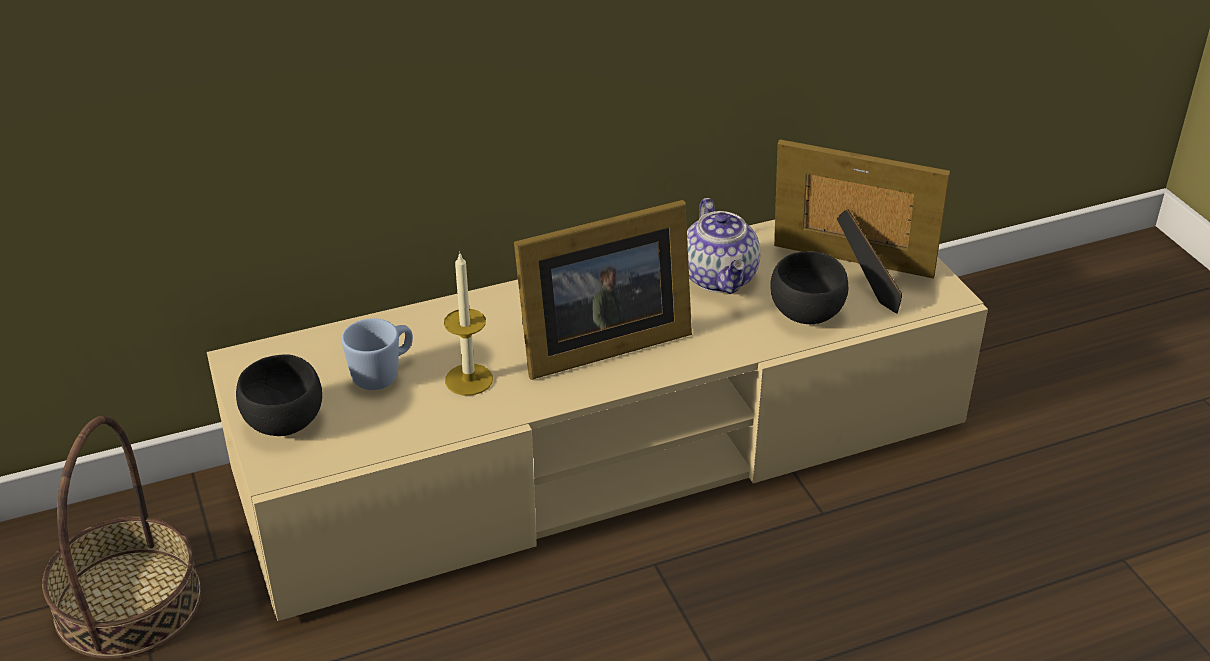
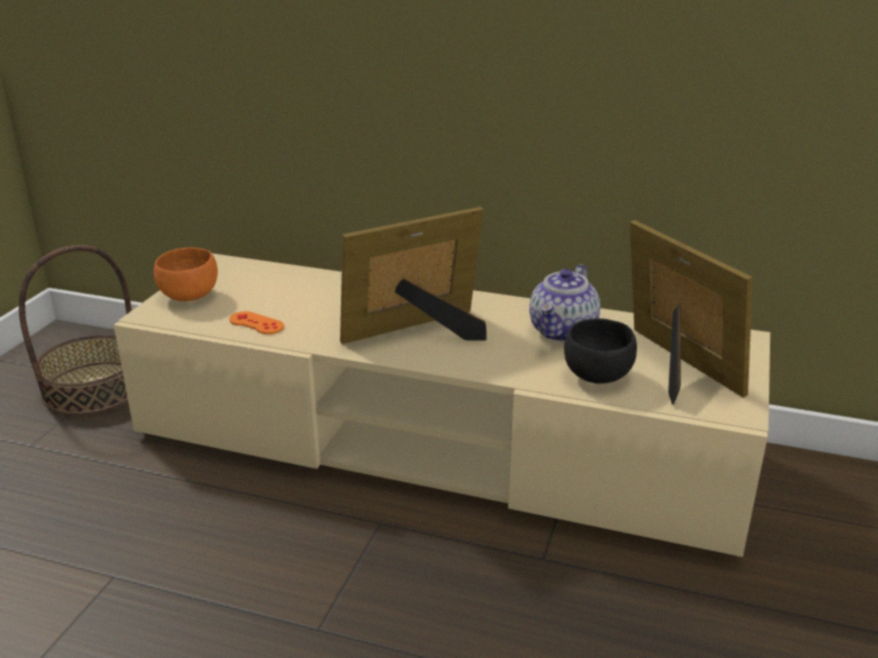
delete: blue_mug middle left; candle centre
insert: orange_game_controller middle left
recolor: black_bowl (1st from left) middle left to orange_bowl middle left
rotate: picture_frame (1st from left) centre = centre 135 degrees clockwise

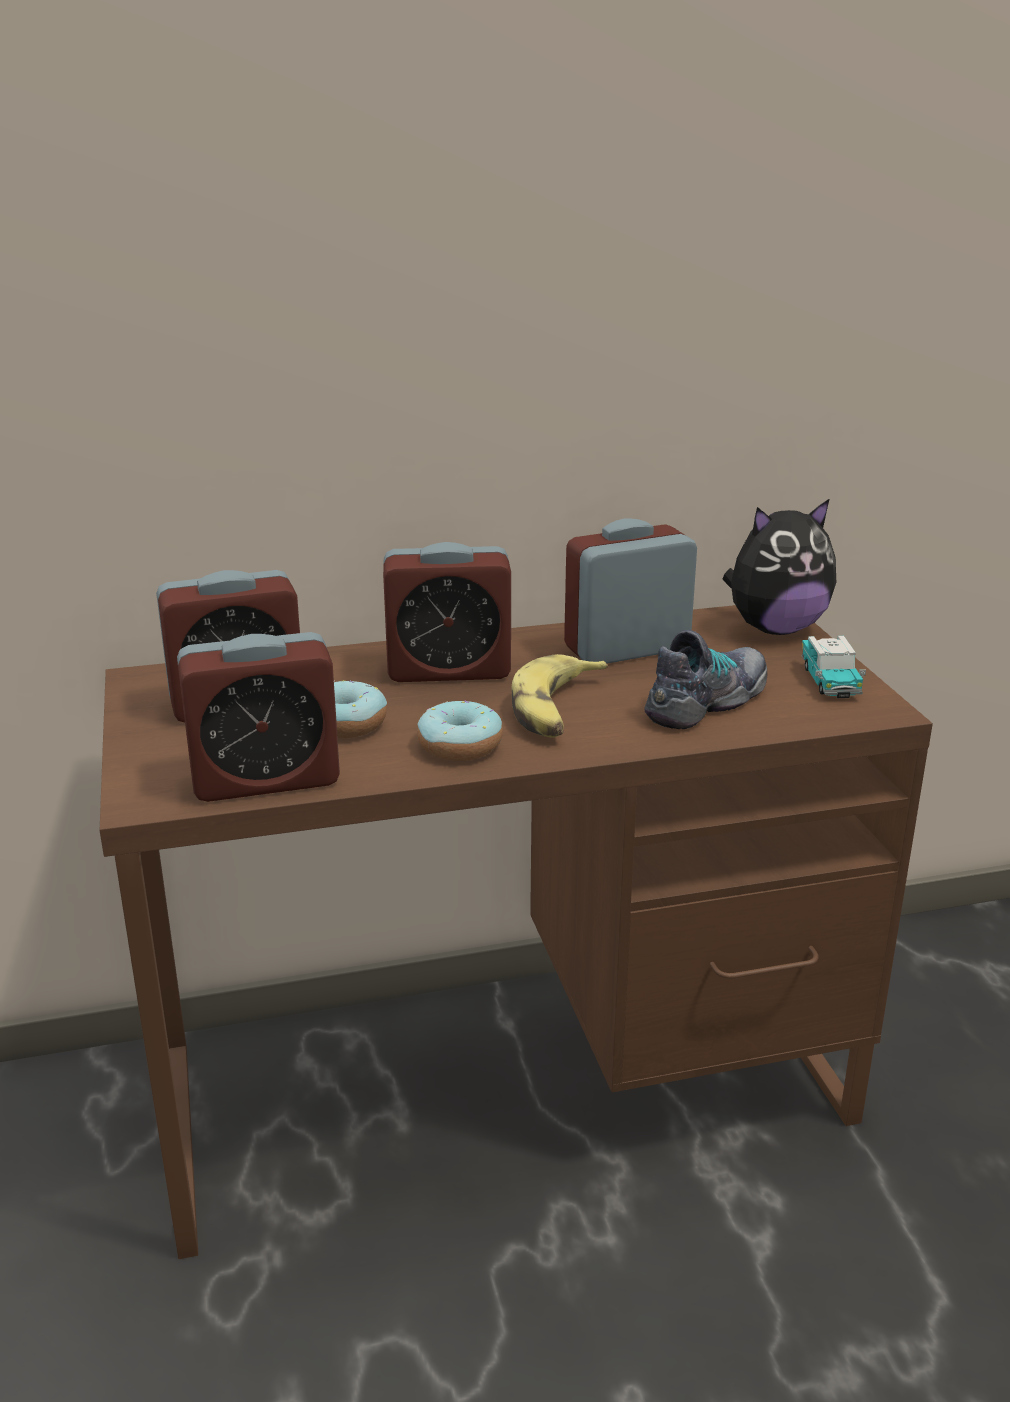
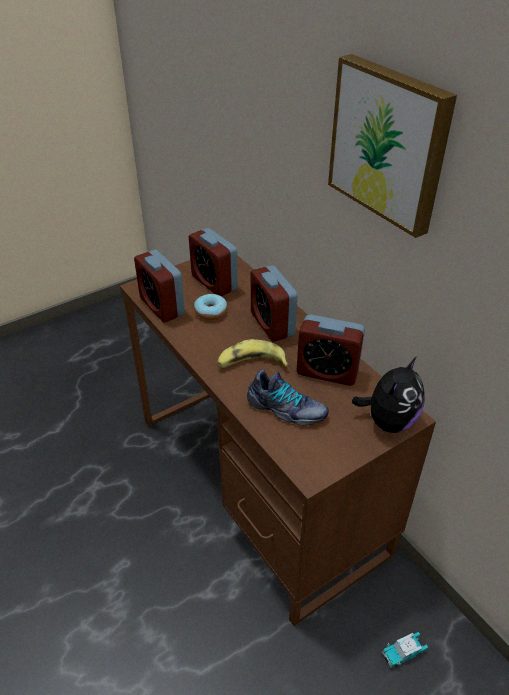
delete: donut (2nd from left) centre
insert: picture top right
move: toy_car middle right to bottom right
rotate: alarm_clock (4th from left) centre = centre 150 degrees clockwise; plush_toy middle right = middle right 105 degrees counterclockwise

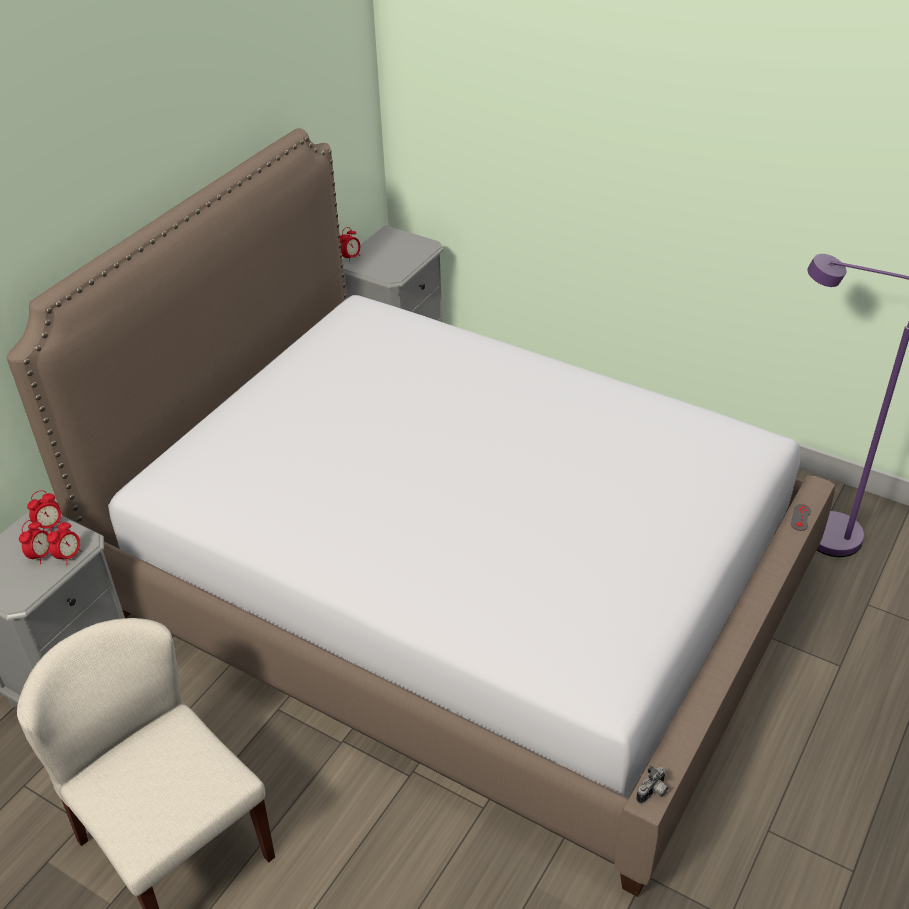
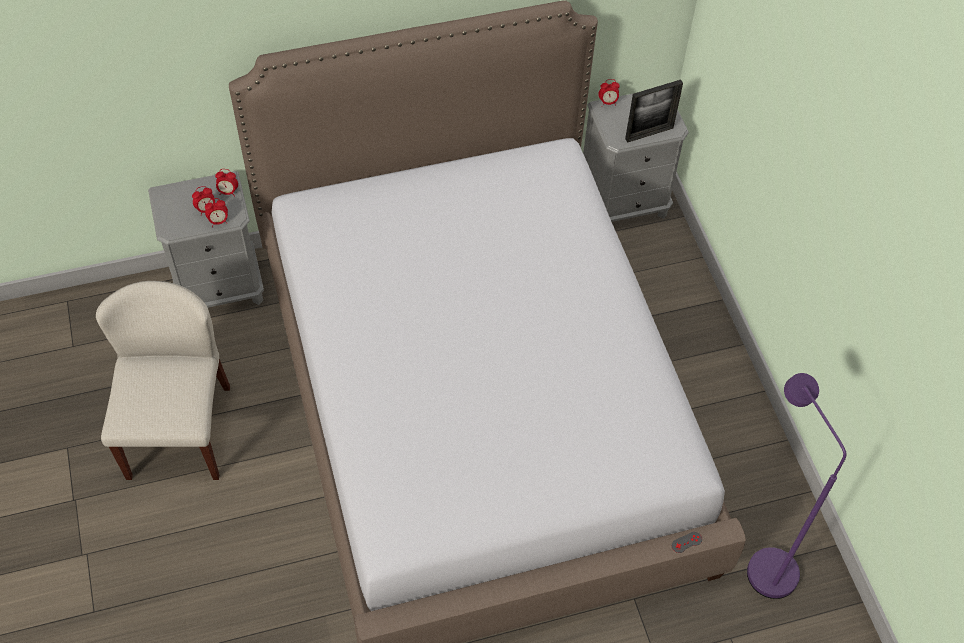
delete: photo_camera bottom right
insert: picture_frame top right

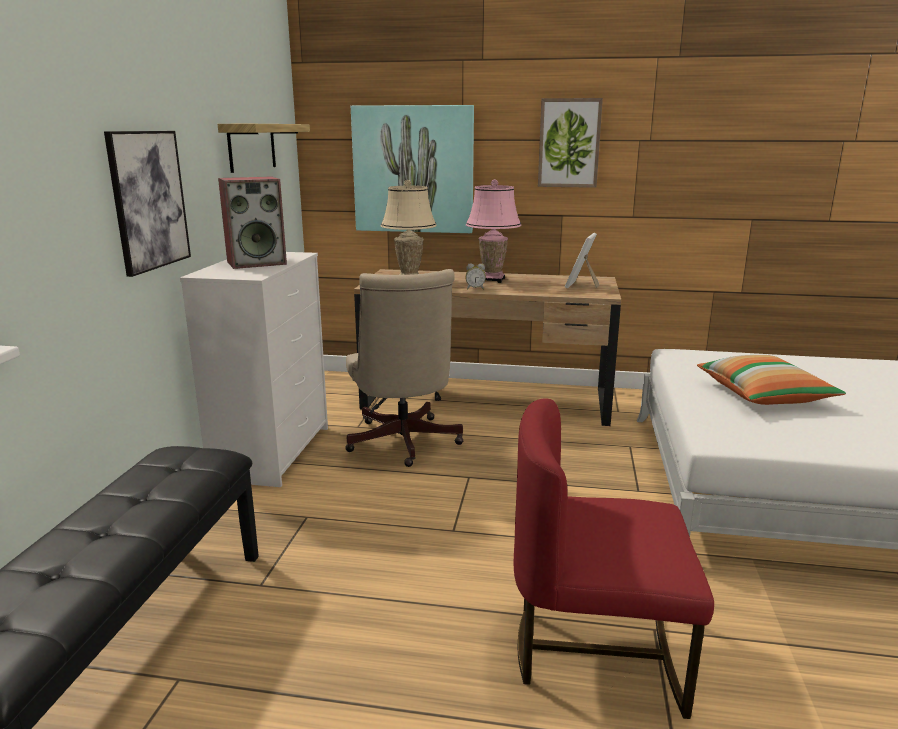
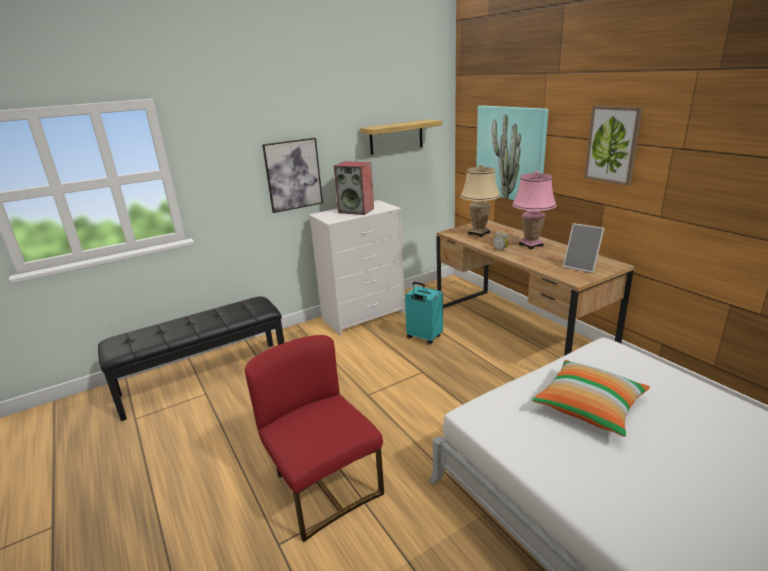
replace: beige_office_chair centre to turquoise_suitcase centre
rotate: picture_frame centre = middle right 120 degrees counterclockwise

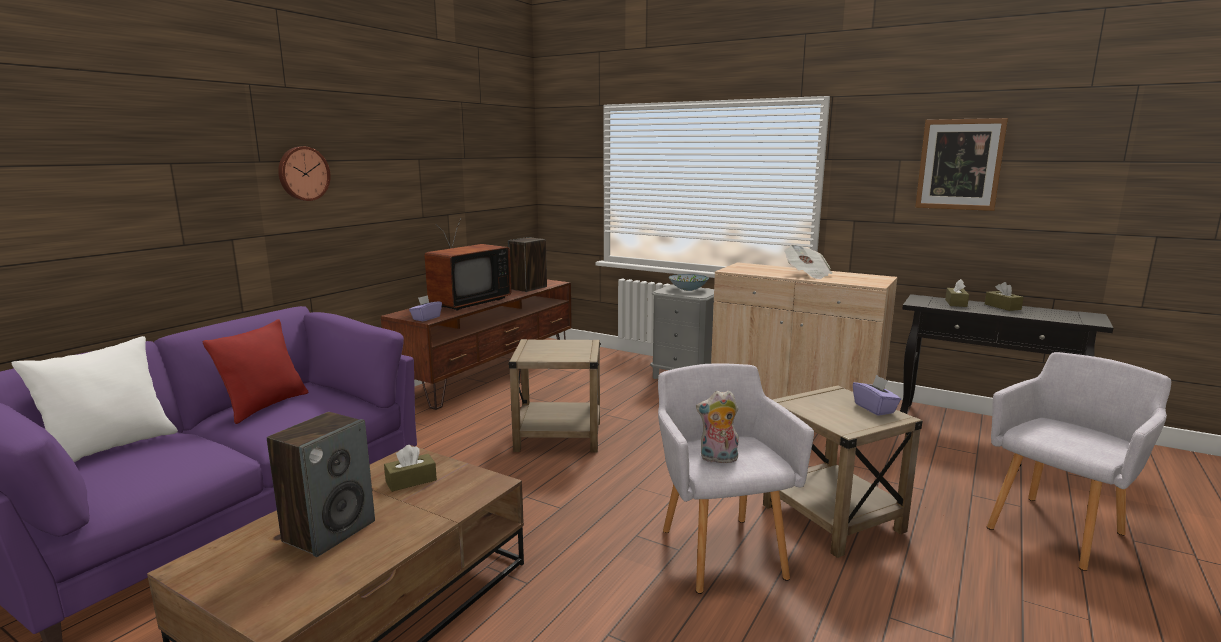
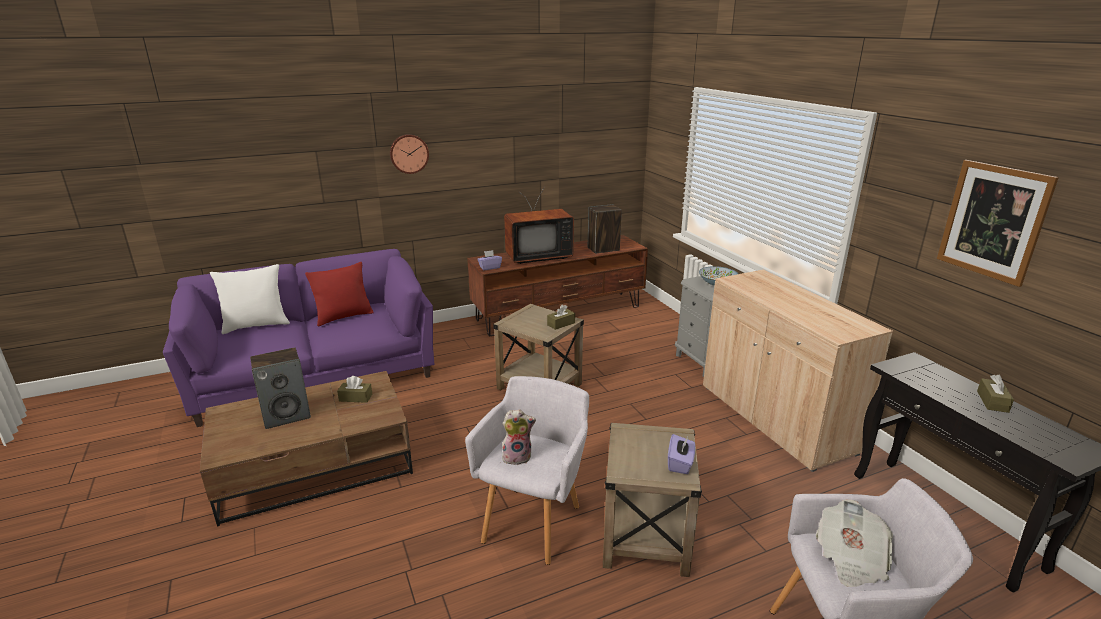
move: newspaper centre to bottom right; brown_tissue_box (2nd from left) middle right to centre
rotate: plush_toy centre = bottom centre 135 degrees clockwise

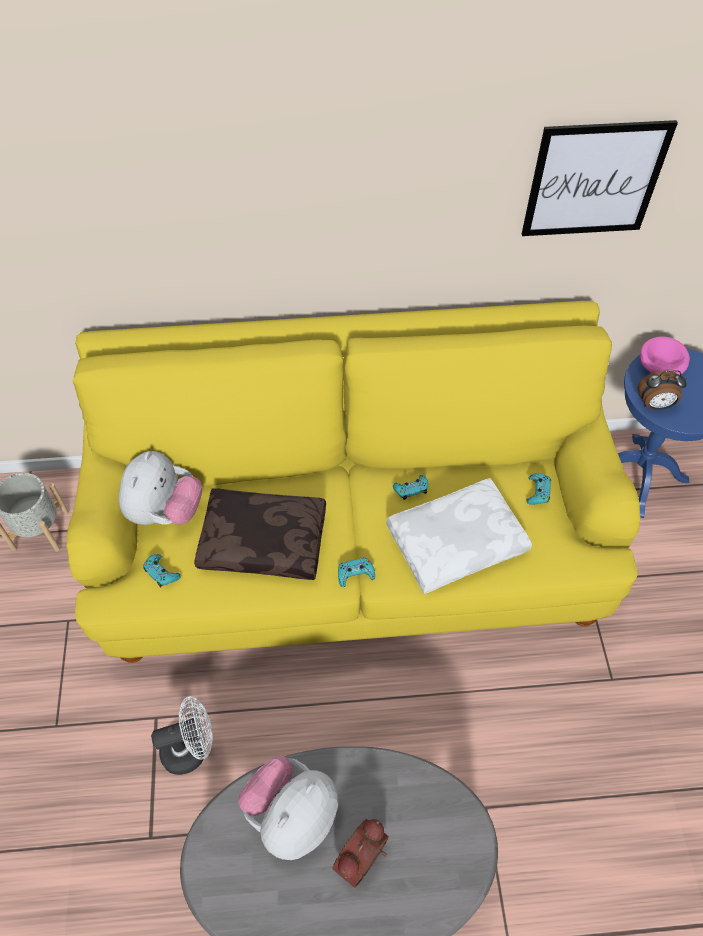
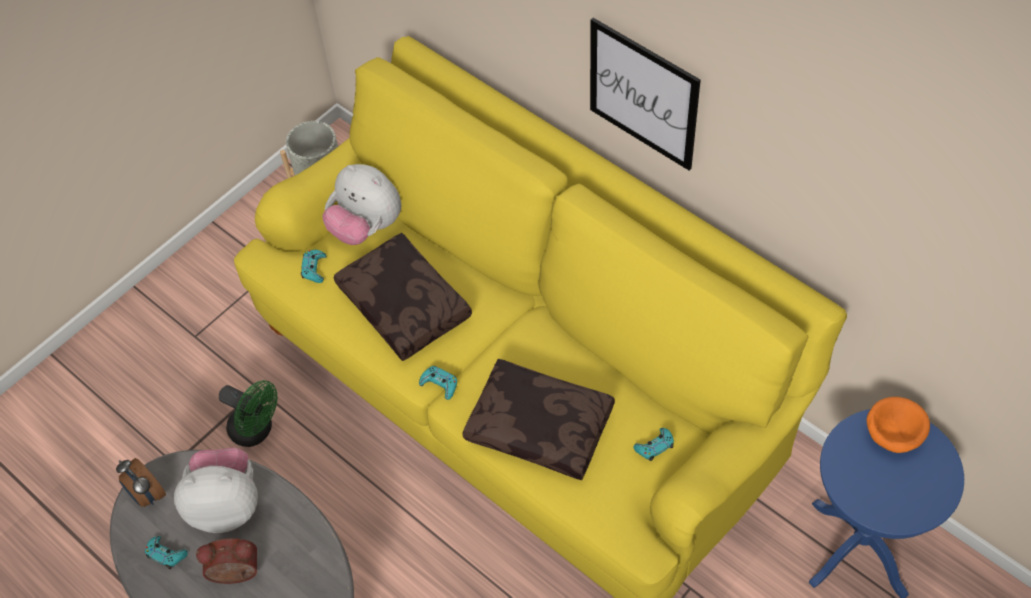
move: turquoise_game_controller (3rd from left in the first image) centre to turquoise_game_controller (1st from left) bottom left; picture top right to top centre; alarm_clock (2nd from left in the first image) middle right to alarm_clock (1st from left) bottom left
recolor: white_fan bottom left to green_fan bottom left; white_pillow centre to brown_pillow (2nd from left) bottom centre; pink_bowl middle right to orange_bowl bottom right
rotate: plush_toy (1st from left in the first image) middle left = centre 60 degrees clockwise

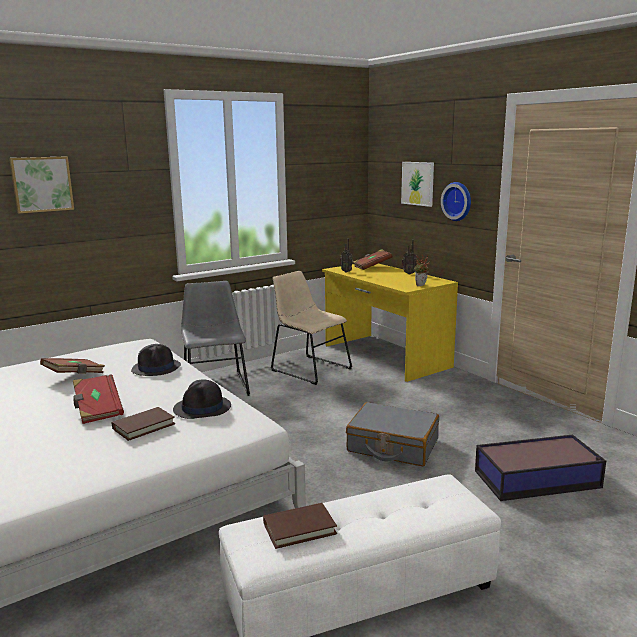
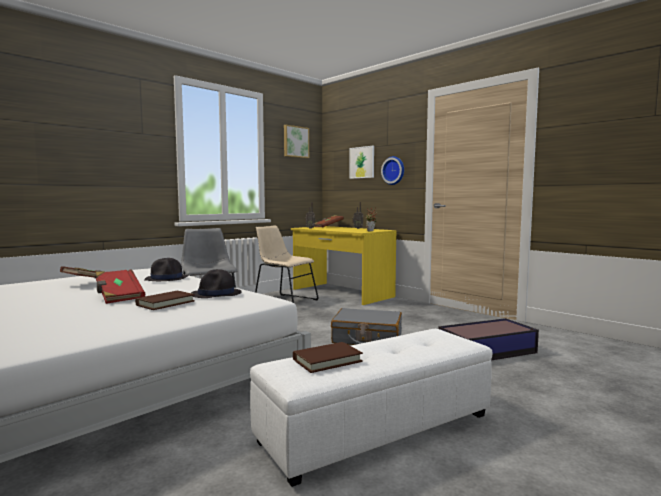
move: picture (1st from left) top left to top centre

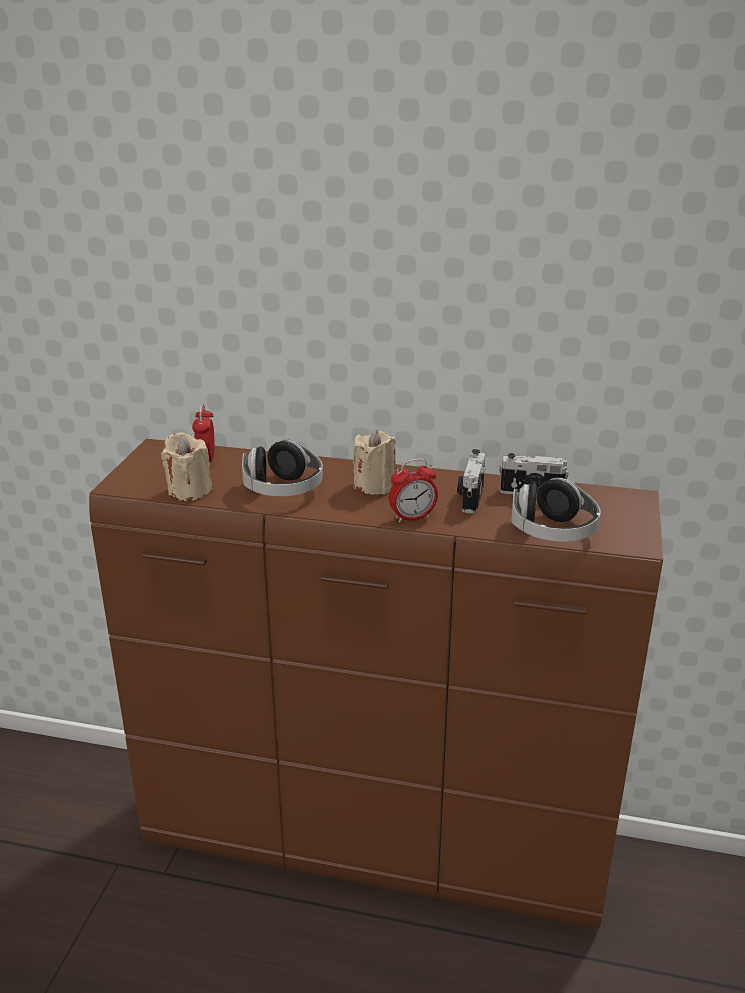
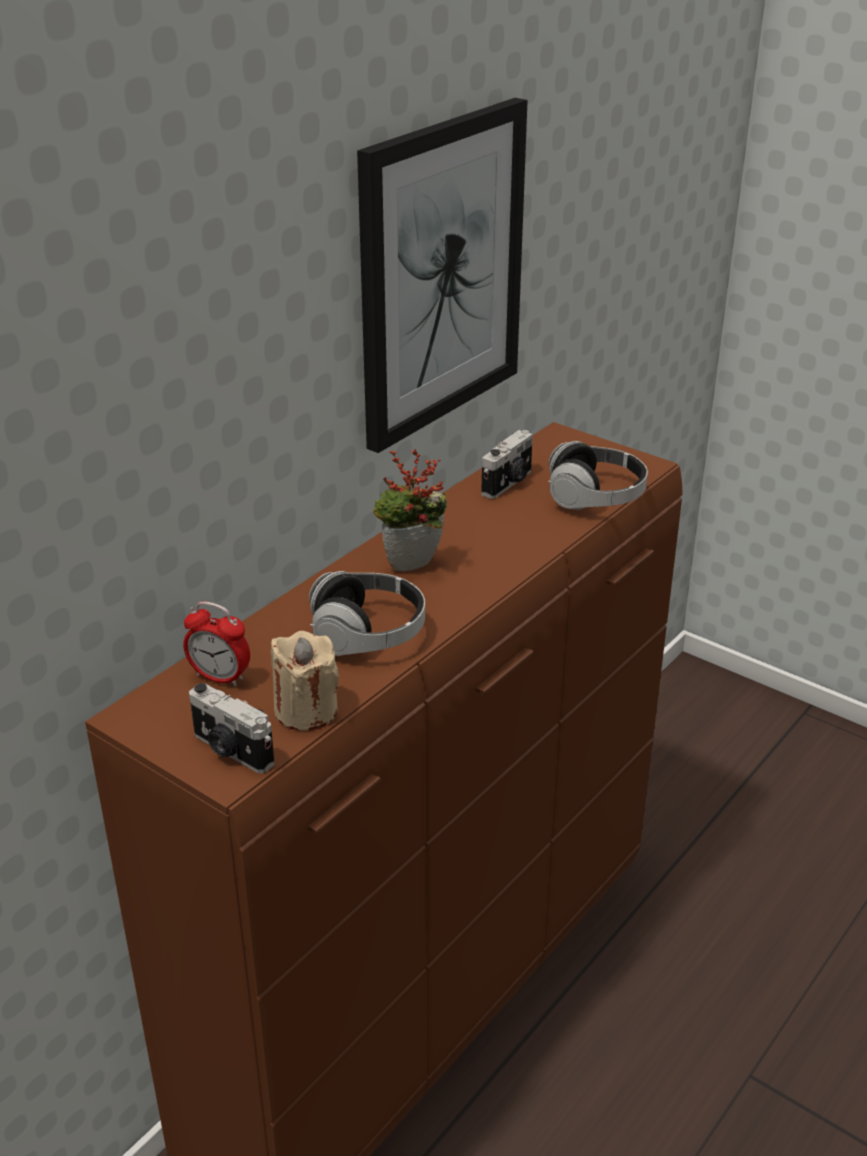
delete: alarm_clock (2nd from left) centre
insert: picture top centre
move: photo_camera (1st from left) centre to middle left
replace: beige_candle (2nd from left) centre to potted_plant centre

